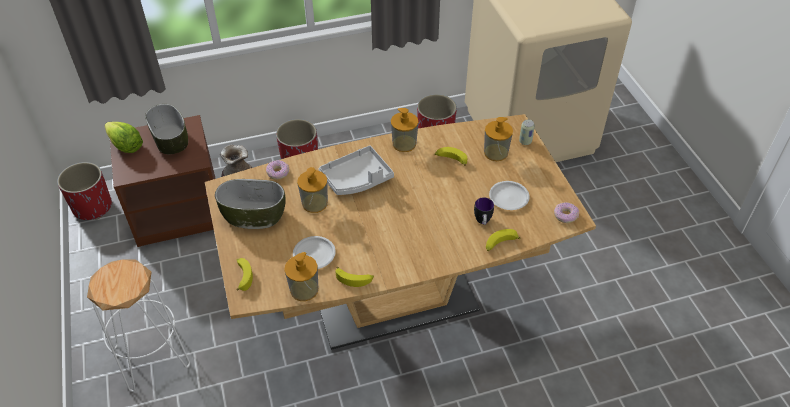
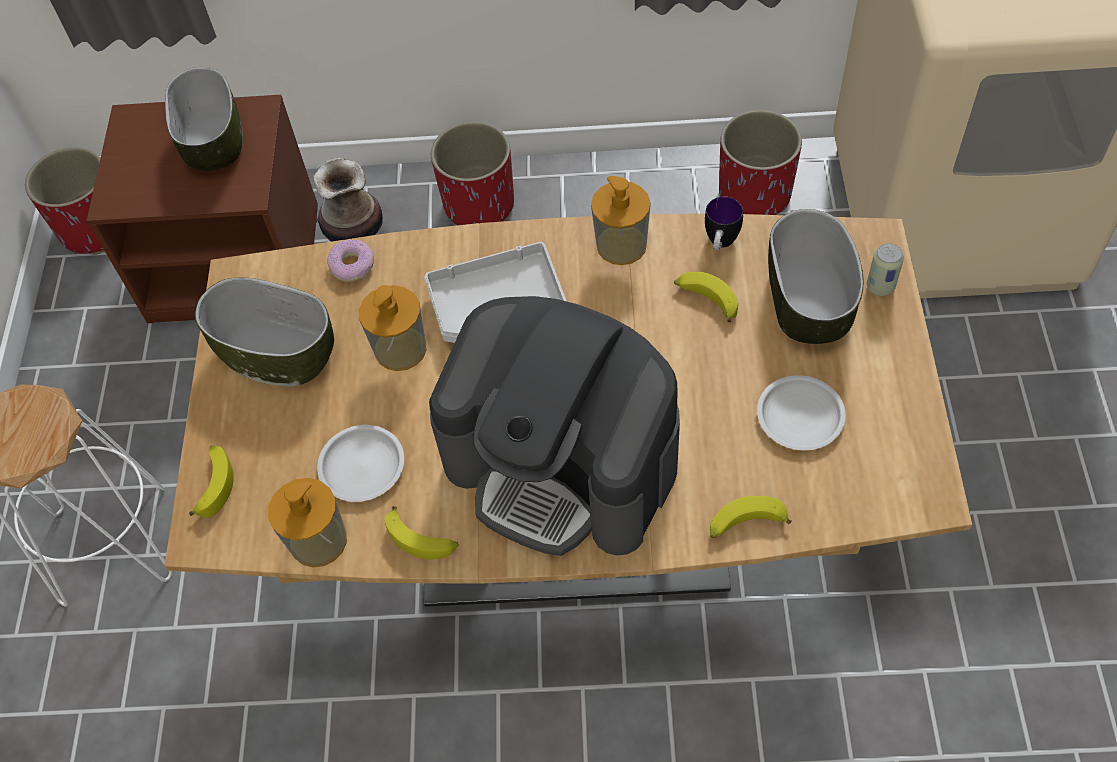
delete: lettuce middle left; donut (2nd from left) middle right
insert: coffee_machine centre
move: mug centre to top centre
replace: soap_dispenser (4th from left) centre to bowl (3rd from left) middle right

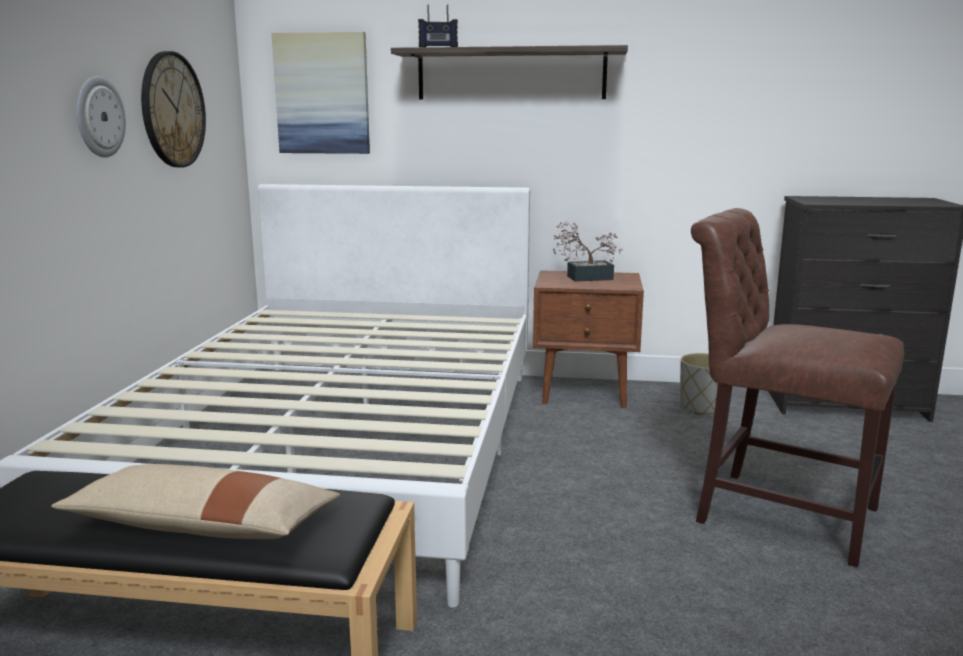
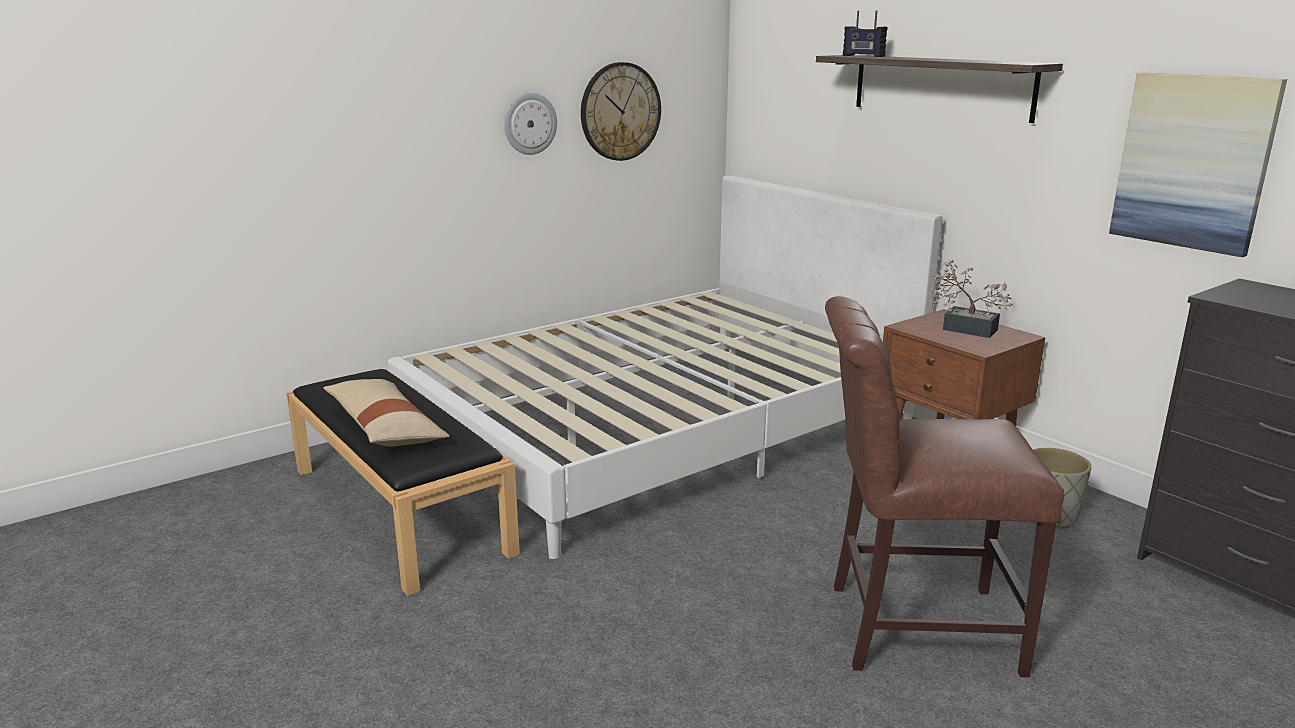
move: picture top centre to top right
rotate: brown_chair middle right = bottom right 75 degrees counterclockwise

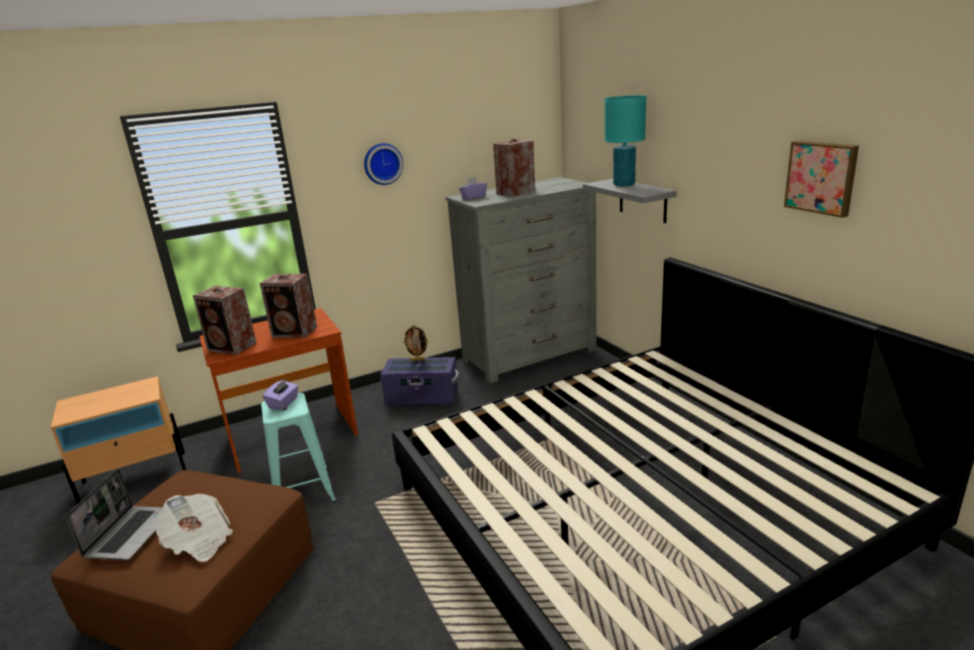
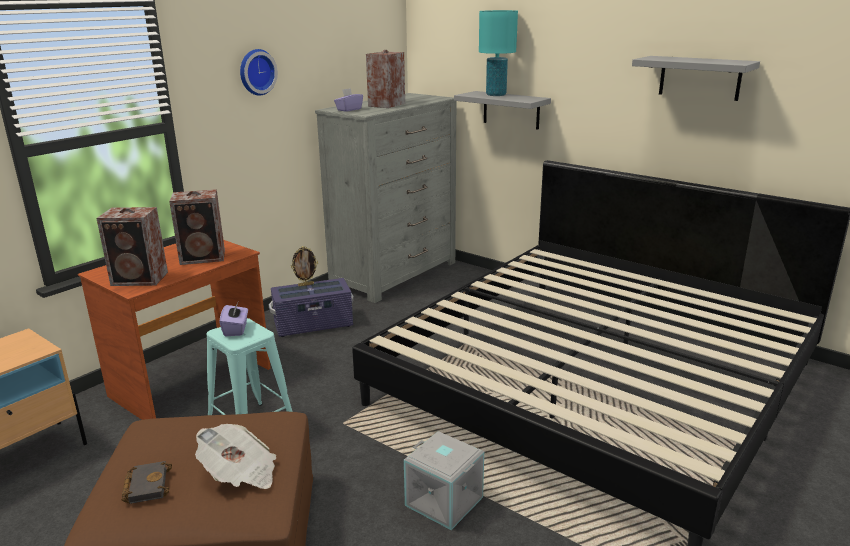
insert: grey_storage_box bottom centre
replace: laptop bottom left to black_book bottom left; picture top right to grey_shelf (2nd from left) top right

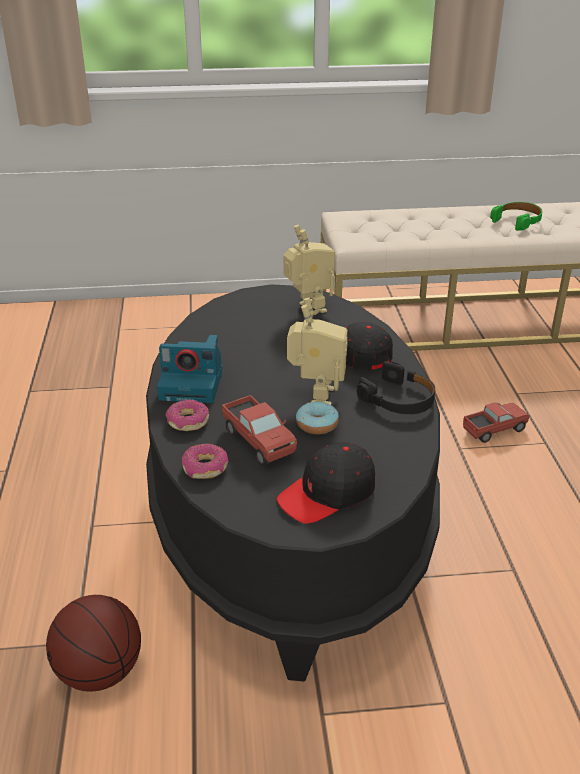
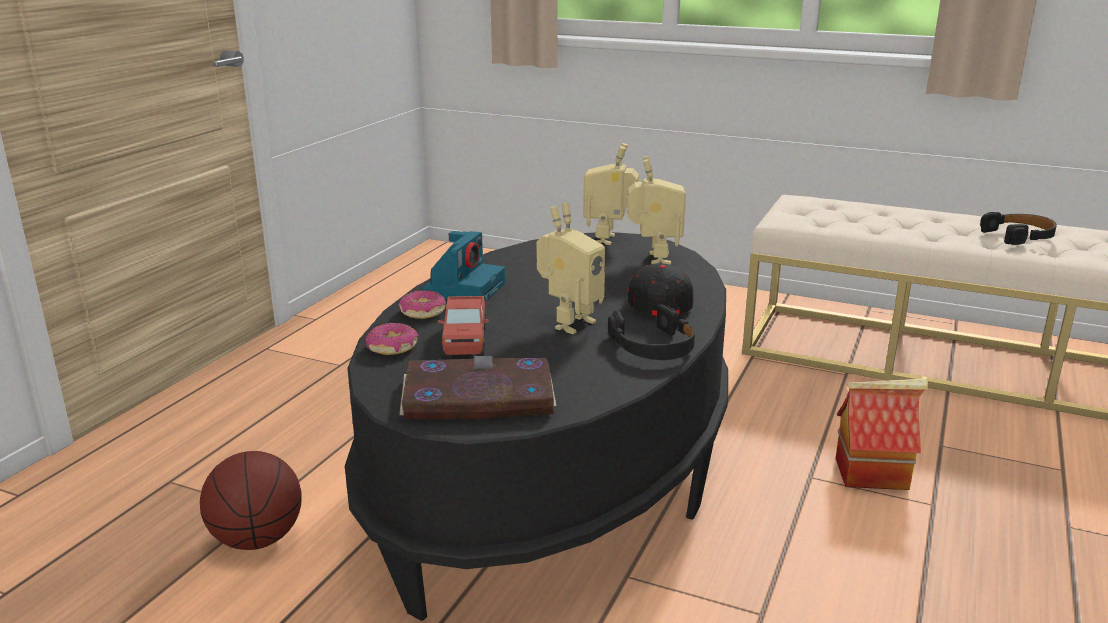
delete: donut (3rd from left) centre
insert: toy_robot (2nd from left) top centre
replace: black_cap (1st from left) centre to book centre; toy_truck (2nd from left) middle right to toy_house bottom right
recolor: green_headphones top right to black_headphones (2nd from left) middle right
rotate: photo_camera middle left = centre 105 degrees counterclockwise

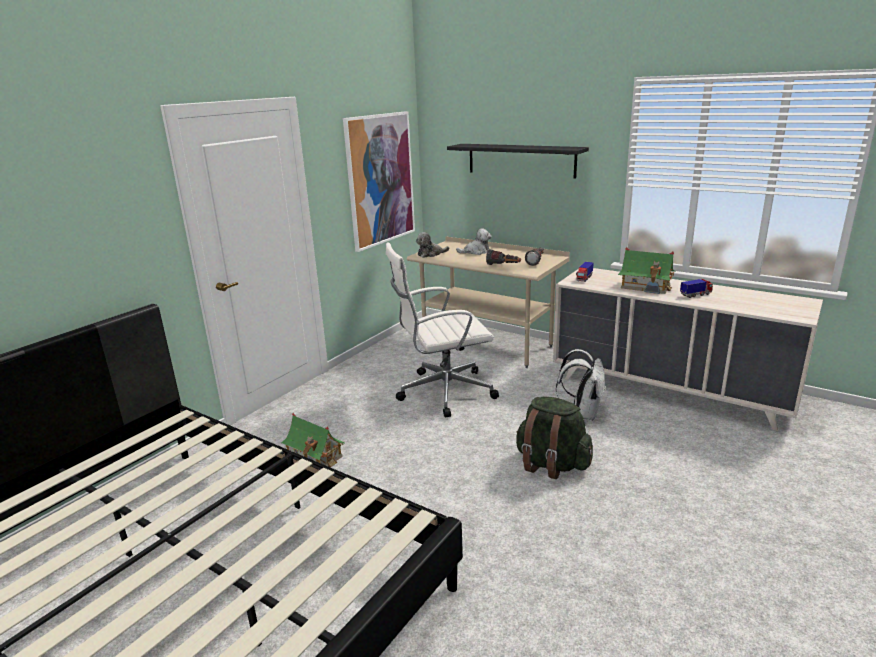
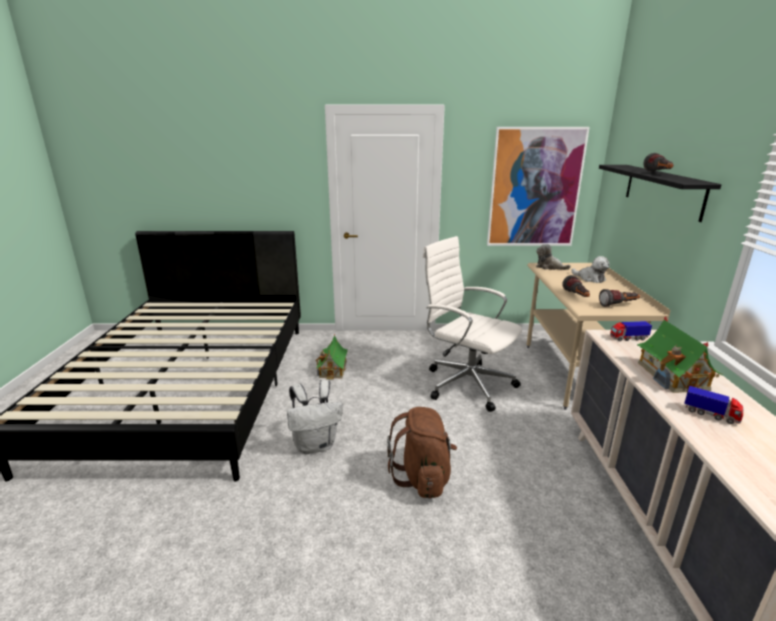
insert: flashlight (3rd from left) top right
move: white_backpack centre to bottom centre
recolor: green_backpack centre to brown_backpack bottom centre

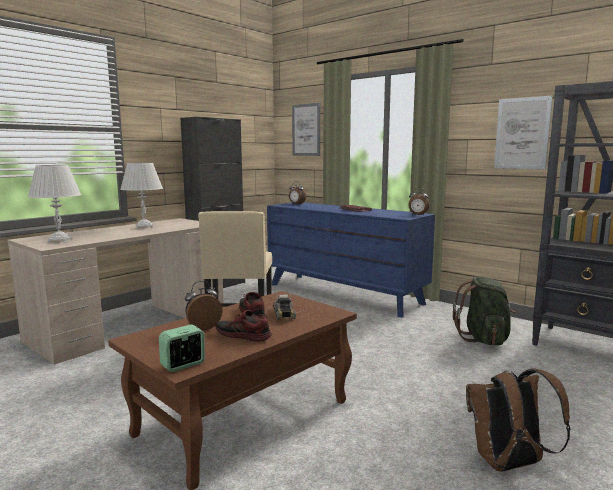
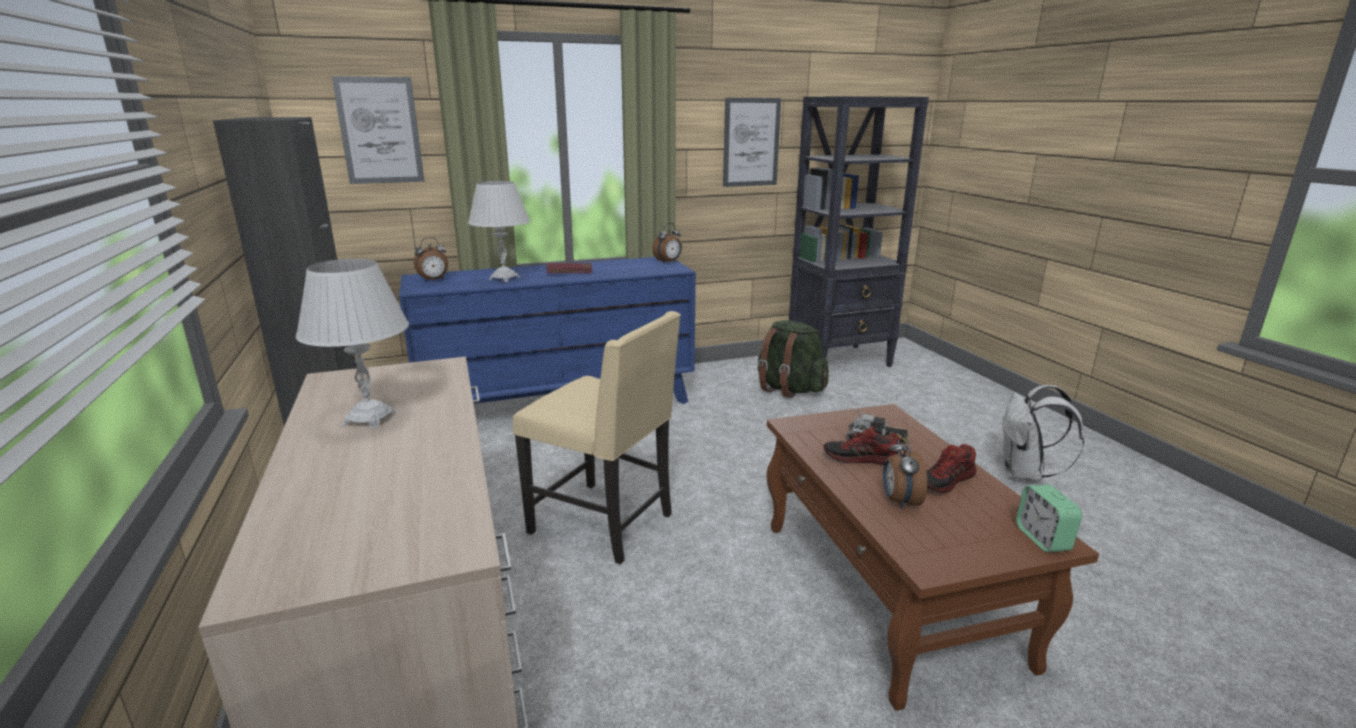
move: white_table_lamp (1st from left in the first image) middle left to white_table_lamp (2nd from left) top centre
recolor: brown_backpack bottom right to white_backpack middle right

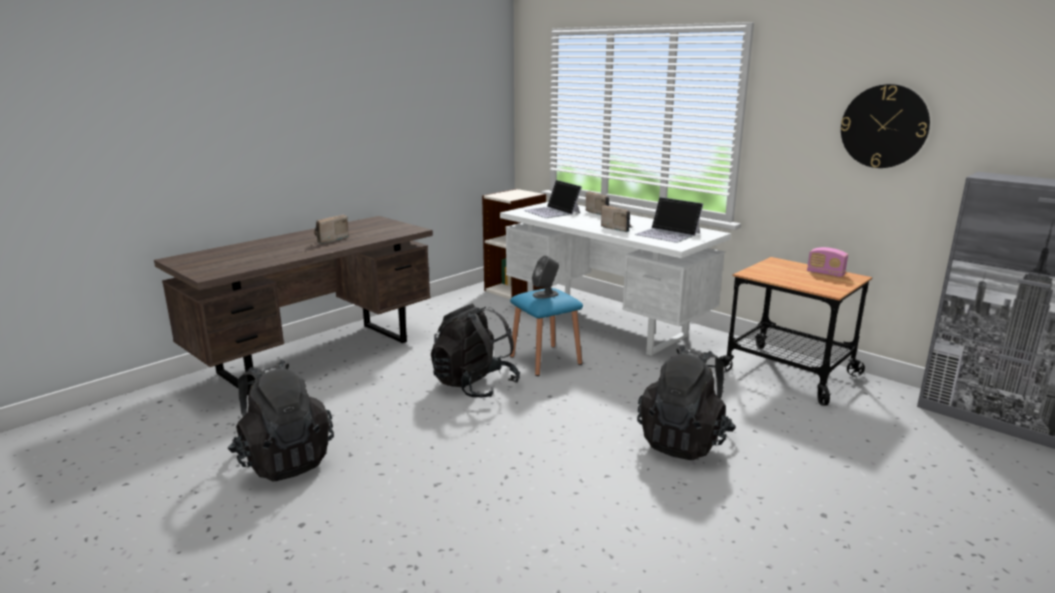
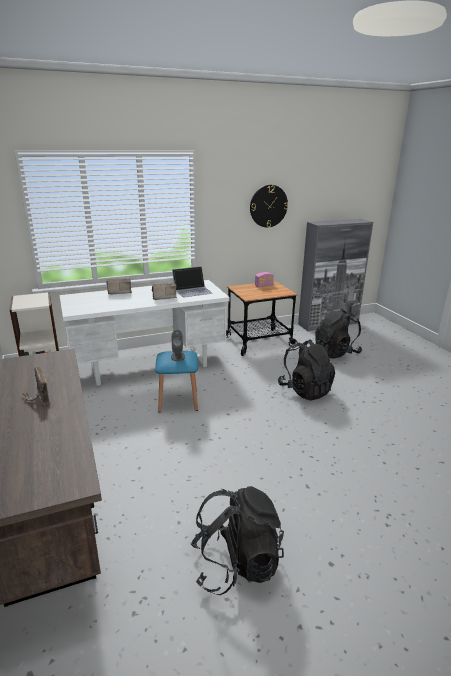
delete: laptop (1st from left) centre
move: black_backpack (2nd from left in the first image) centre to black_backpack (3rd from left) middle right

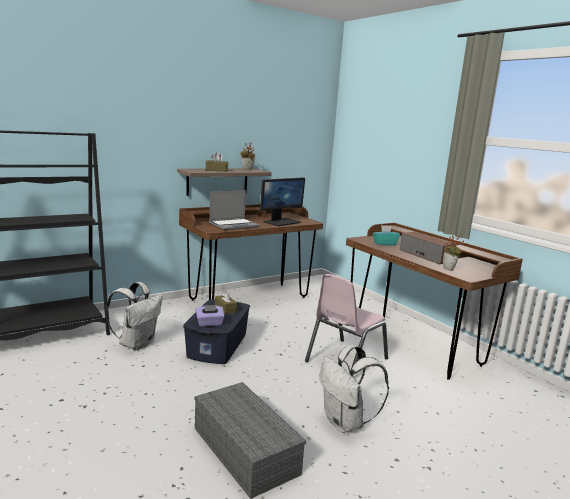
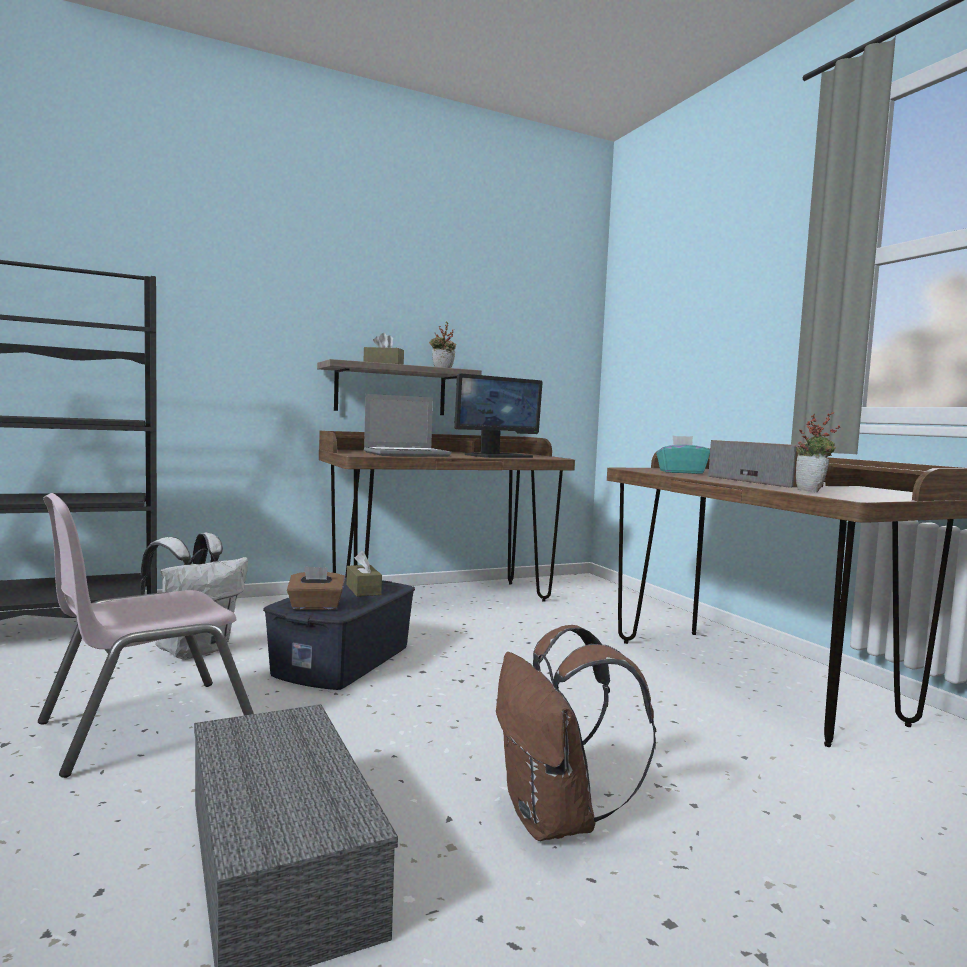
move: pink_chair centre to middle left
recolor: purple_tissue_box centre to brown_tissue_box (1st from left) middle left; white_backpack (2nd from left) bottom centre to brown_backpack bottom centre

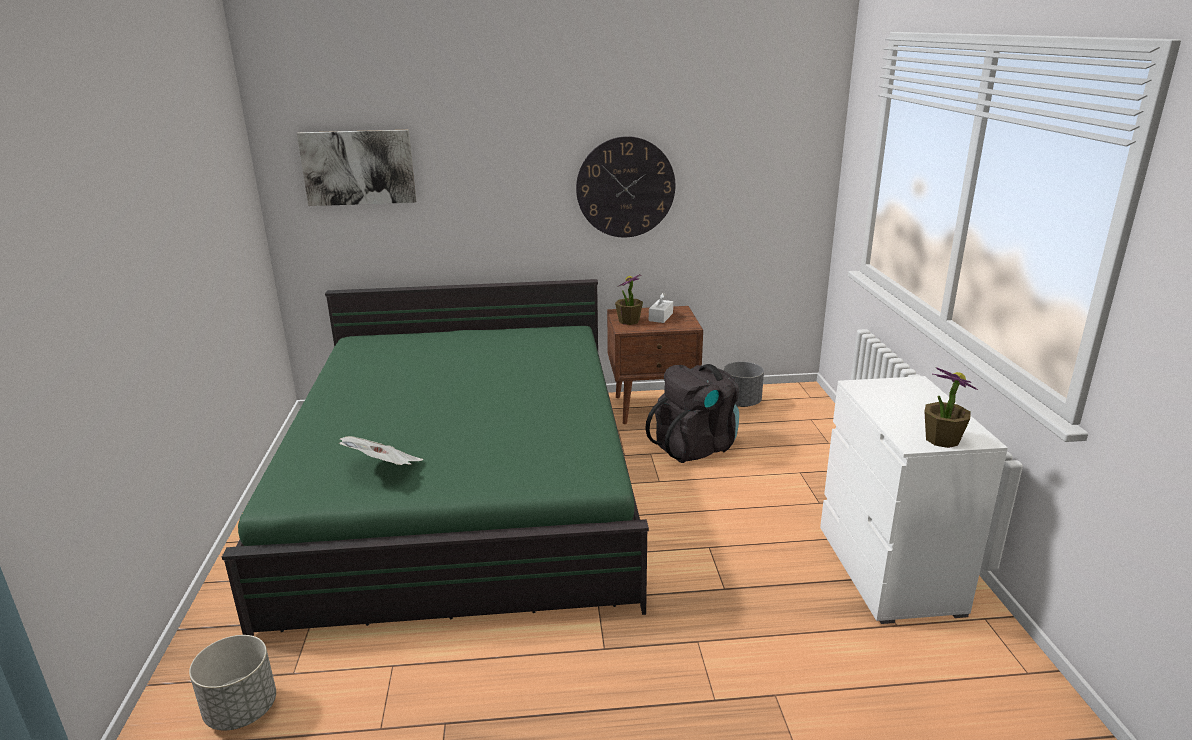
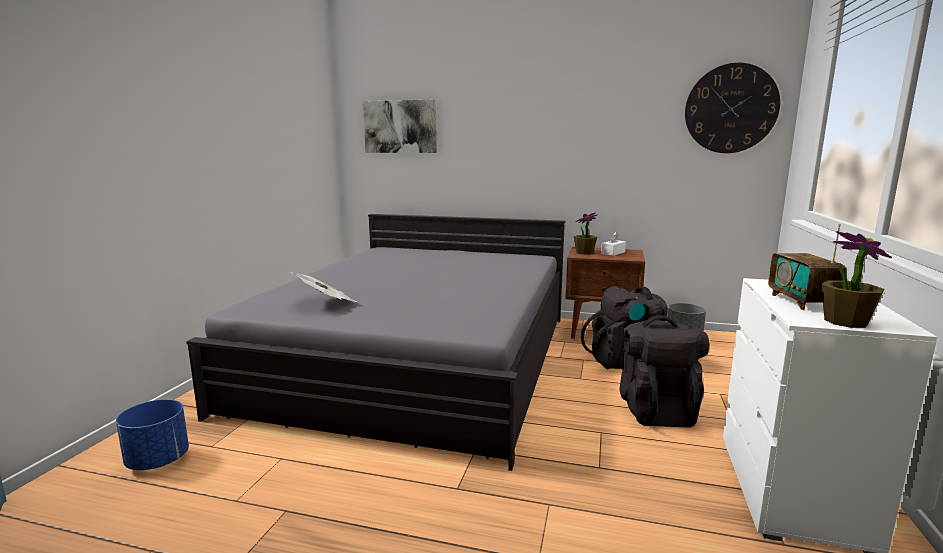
insert: black_backpack (2nd from left) bottom right; radio middle right
move: wall_clock top centre to top right
recolor: grey_planter (1st from left) bottom left to blue_planter bottom left; green_bed centre to grey_bed centre

